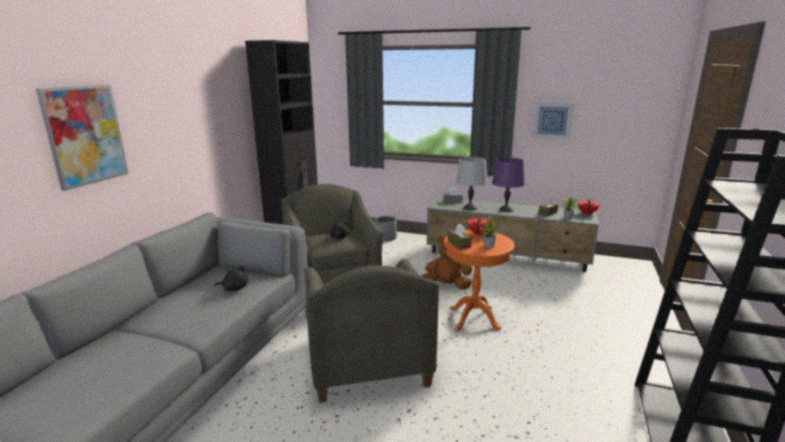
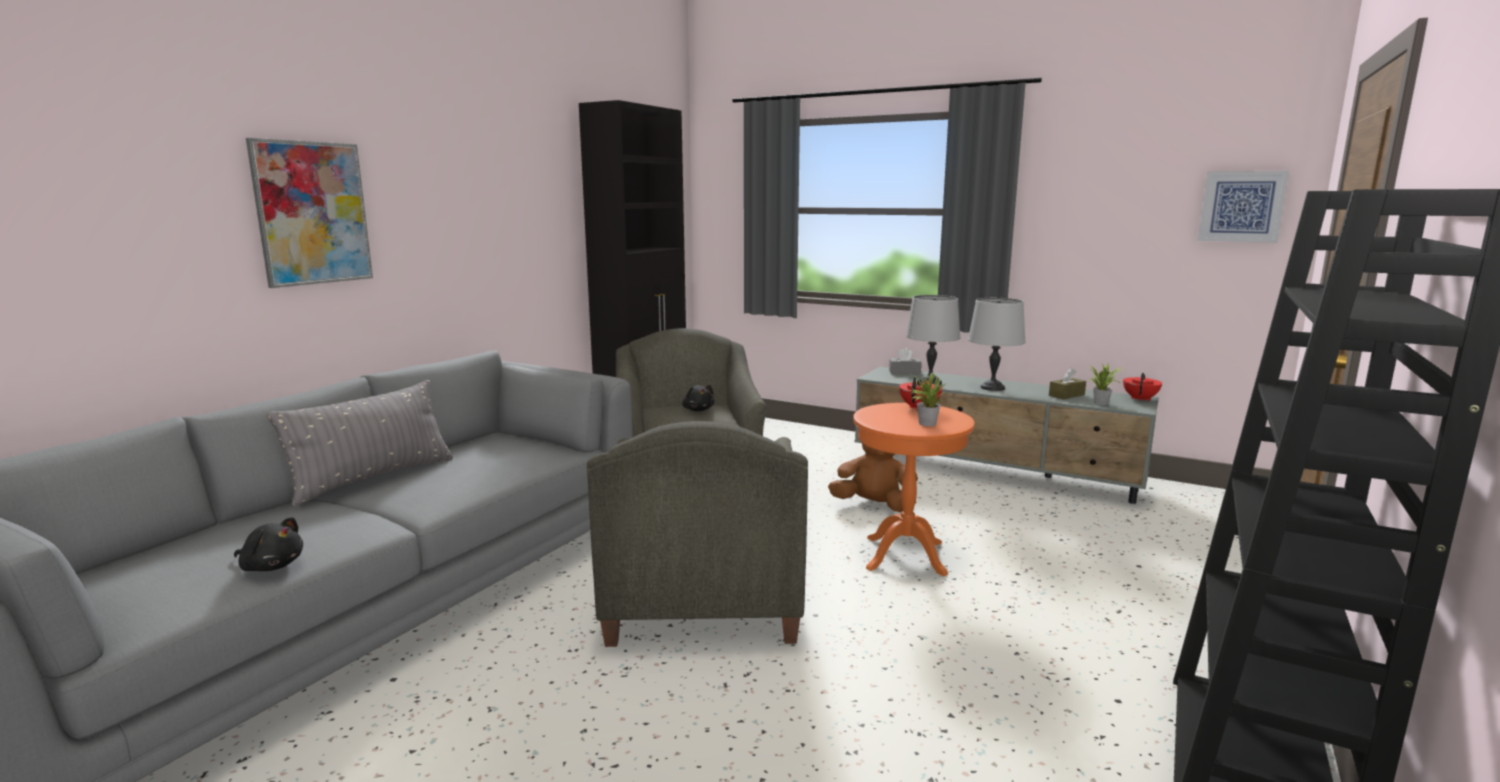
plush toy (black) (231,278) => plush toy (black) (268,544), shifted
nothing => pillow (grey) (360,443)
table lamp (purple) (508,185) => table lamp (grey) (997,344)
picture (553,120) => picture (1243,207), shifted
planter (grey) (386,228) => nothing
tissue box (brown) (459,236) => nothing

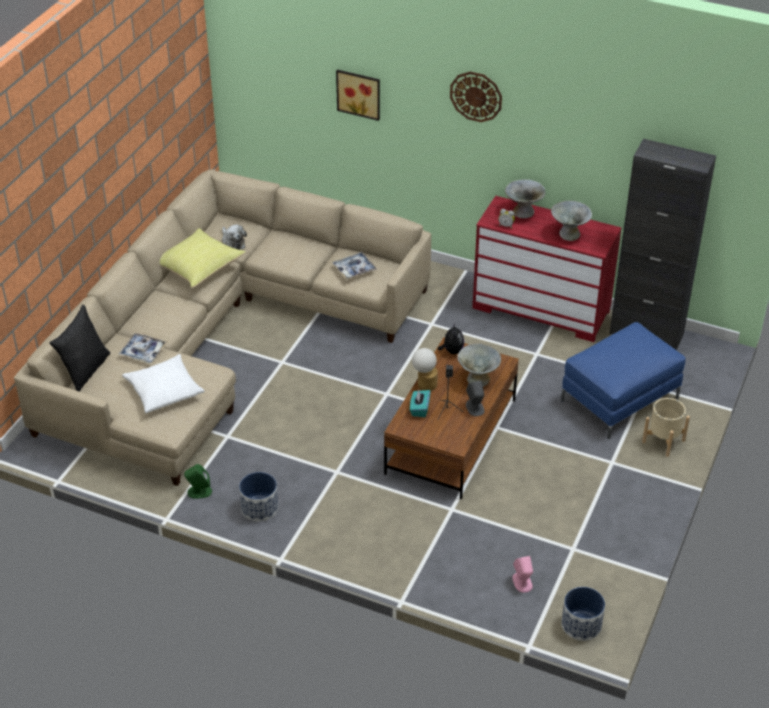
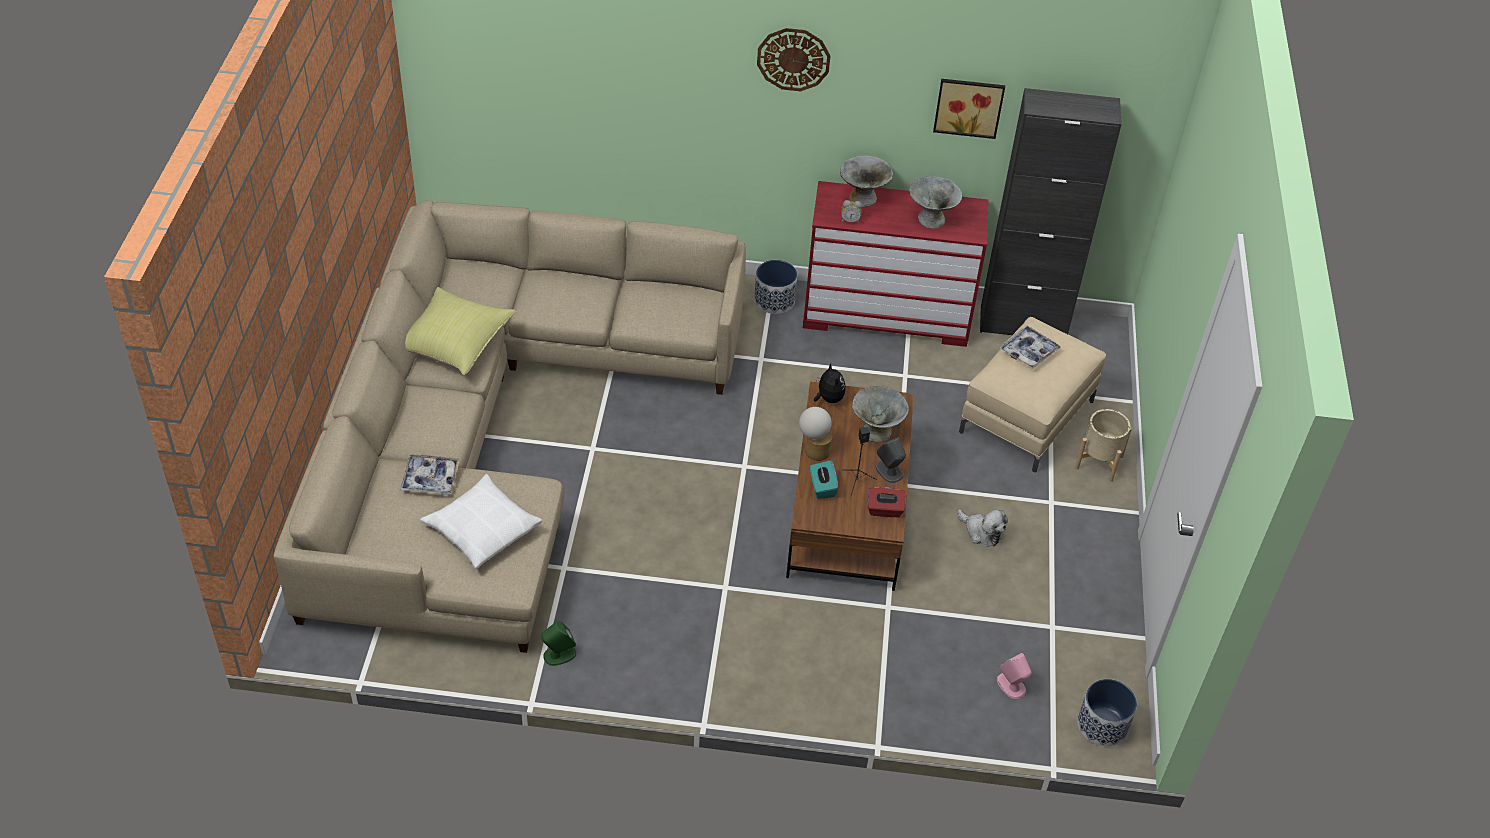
planter (258,497) => planter (775,287), shifted
nothing => tissue box (red) (887,502)
picture (358,95) => picture (969,109), shifted
plush toy (234,237) => plush toy (982,528), shifted
ottoman (blue) (623,380) => ottoman (beige) (1032,395)
tray (354,265) => tray (1030,347), shifted
pillow (black) (80,348) => nothing

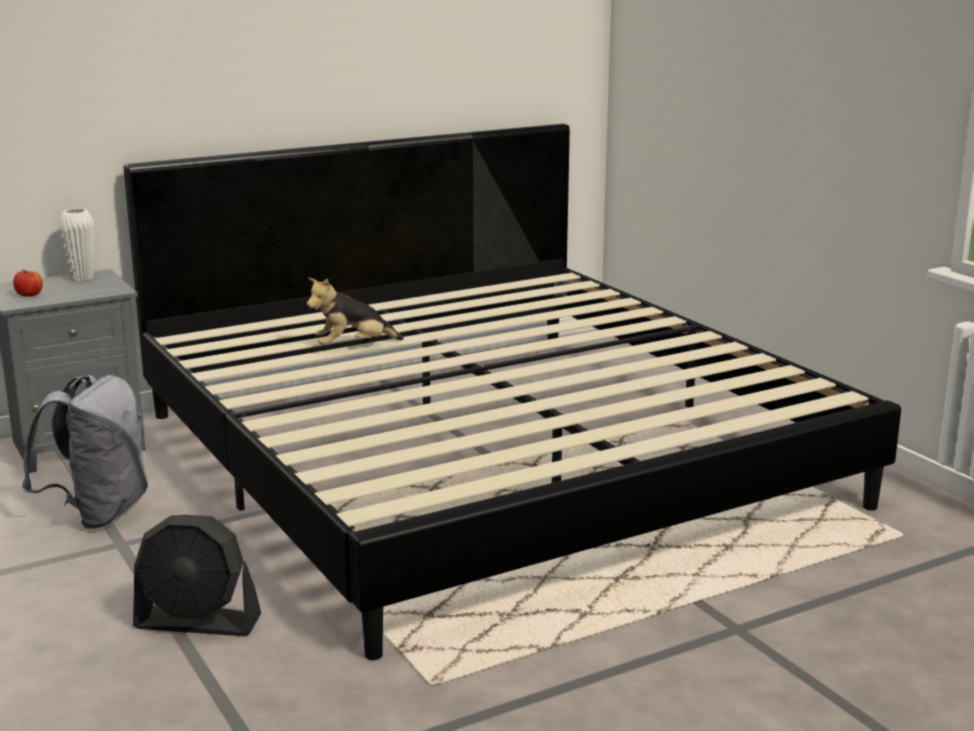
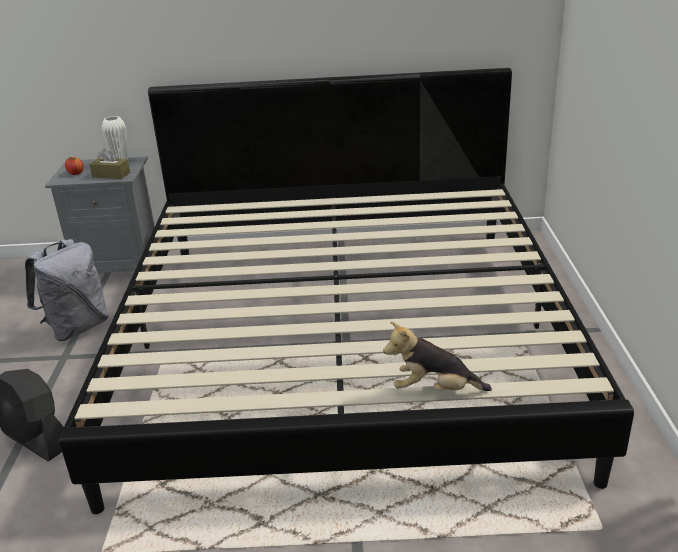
nothing => tissue box (brown) (109,163)
plush toy (355,311) => plush toy (437,356), shifted

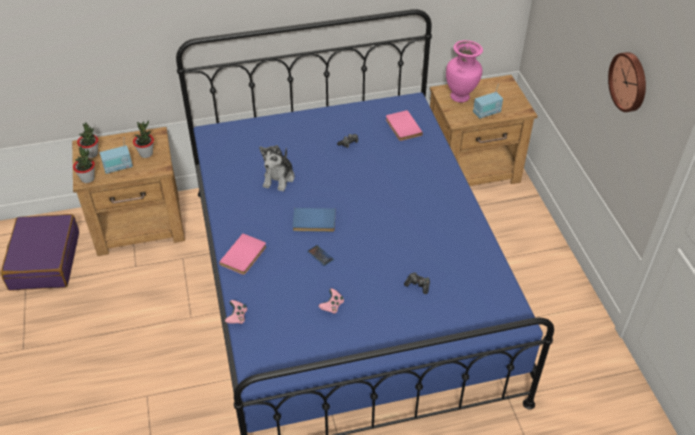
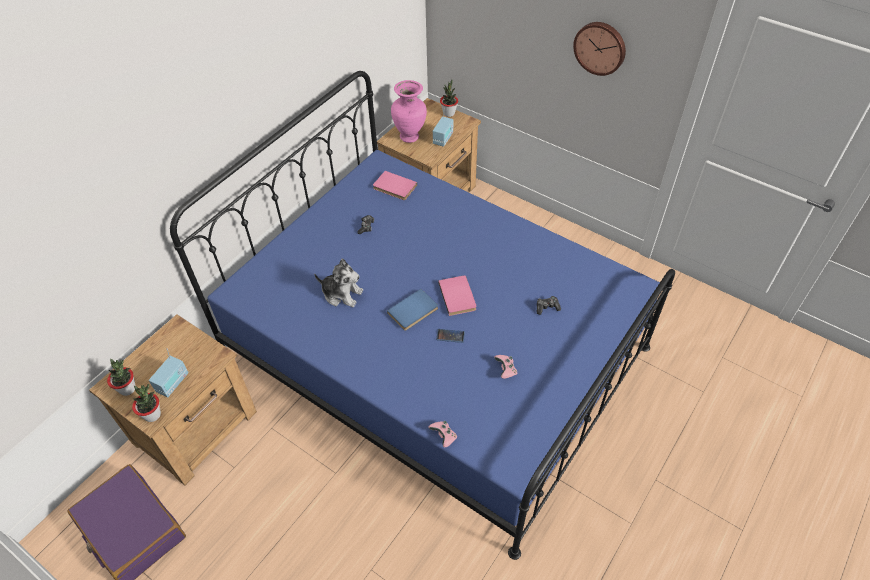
plush toy (277,168) => plush toy (338,282), 45 degrees counterclockwise
book (pink) (242,254) => book (pink) (457,295), shifted
potted plant (143,139) => potted plant (449,98), shifted

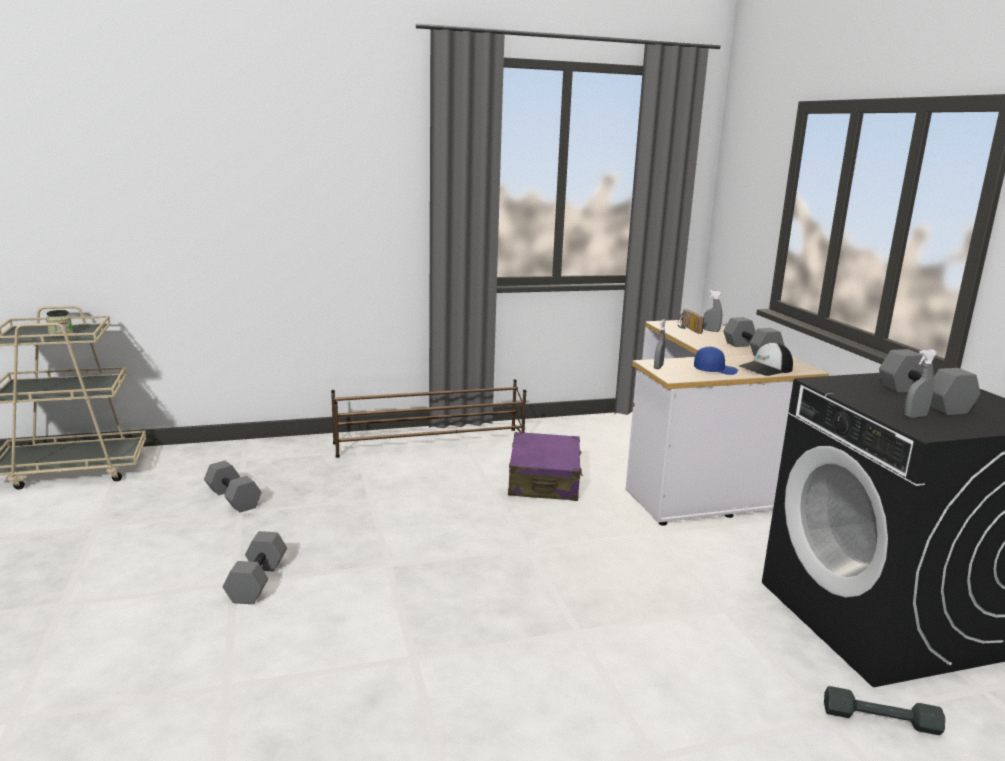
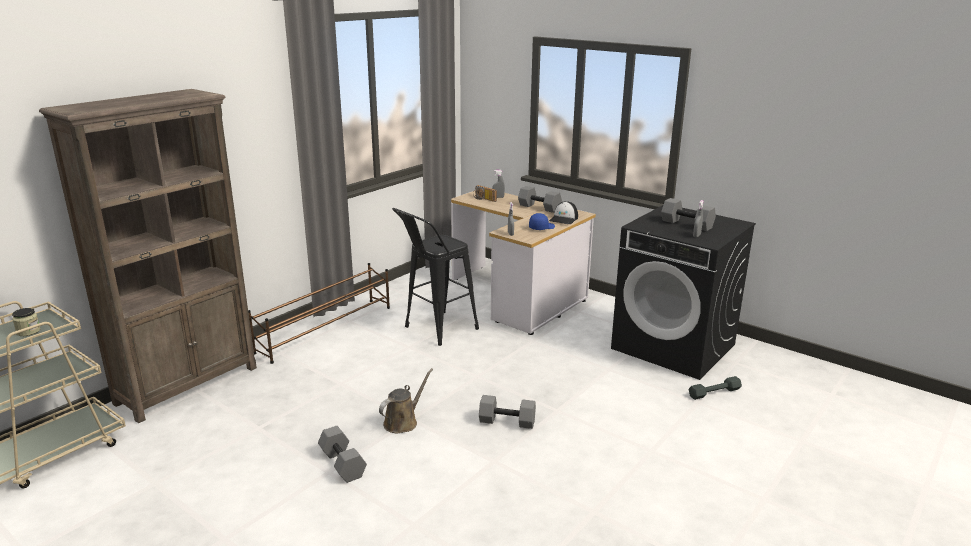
nothing => bookcase (brown) (148,256)
nothing => watering can (brown) (406,400)
suitcase (purple) (545,466) => stool (black) (435,277)
dumbbell (grey) (232,486) => dumbbell (grey) (507,412), shifted

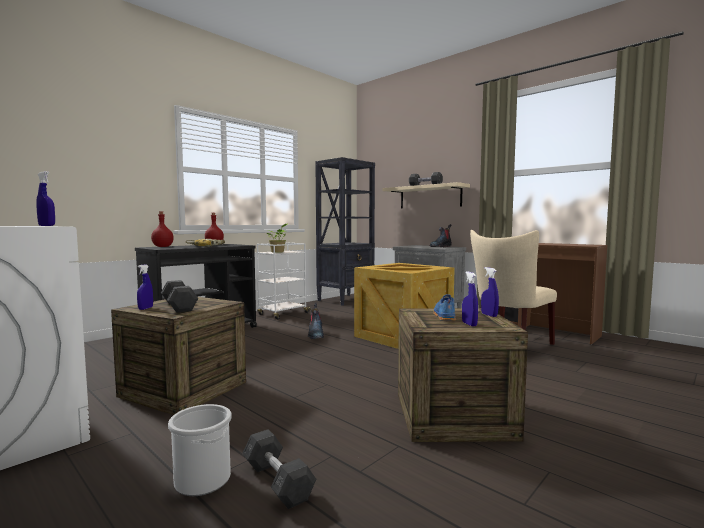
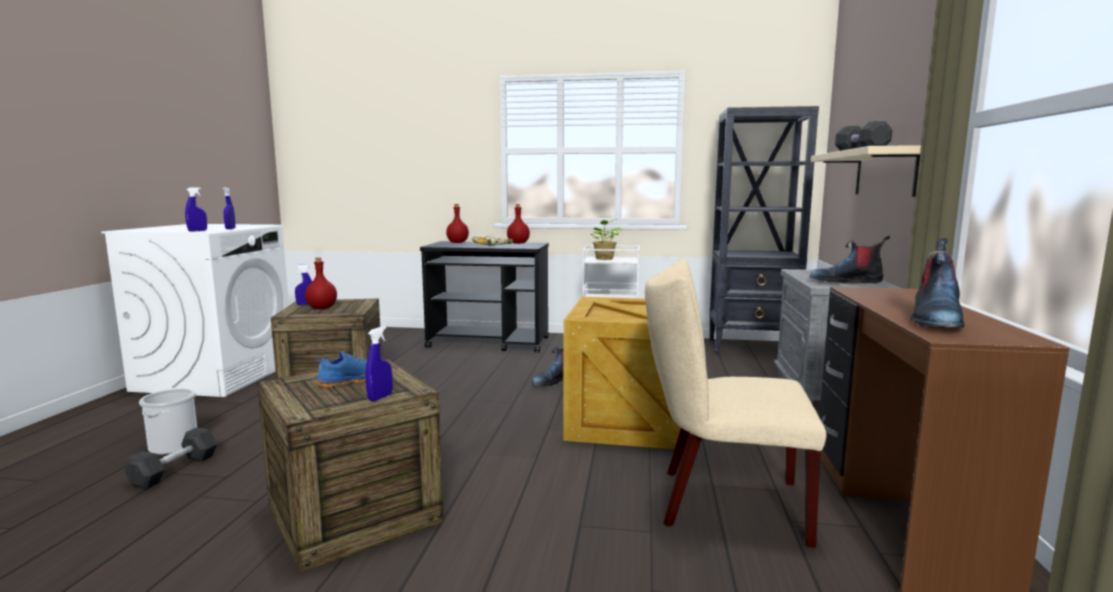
spray bottle (blue) (470,299) => spray bottle (blue) (196,209), shifted
dumbbell (grey) (179,296) => bottle (red) (321,283)
nothing => boot (937,283)

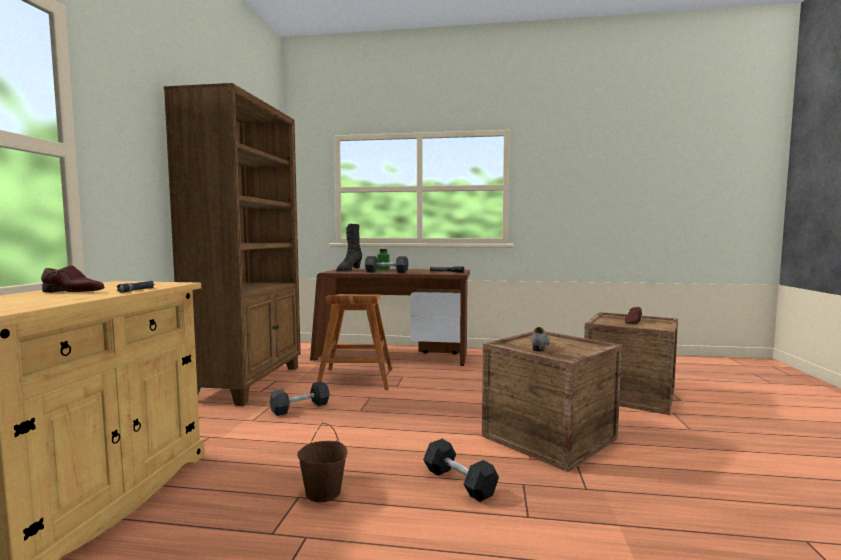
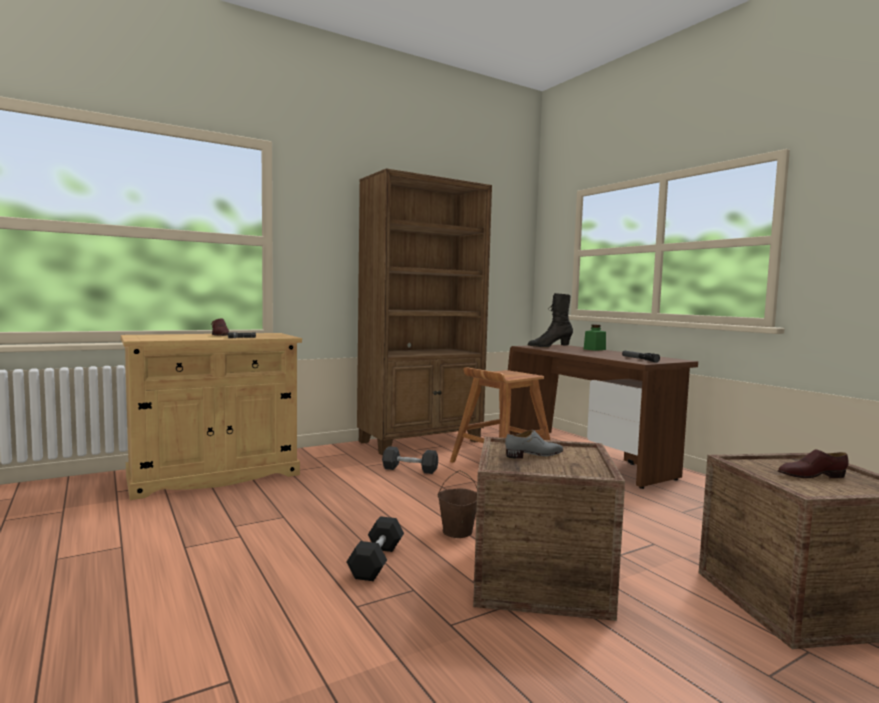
bucket (brown) (322,462) => bucket (brown) (457,504), shifted
dumbbell (grey) (386,264) => nothing

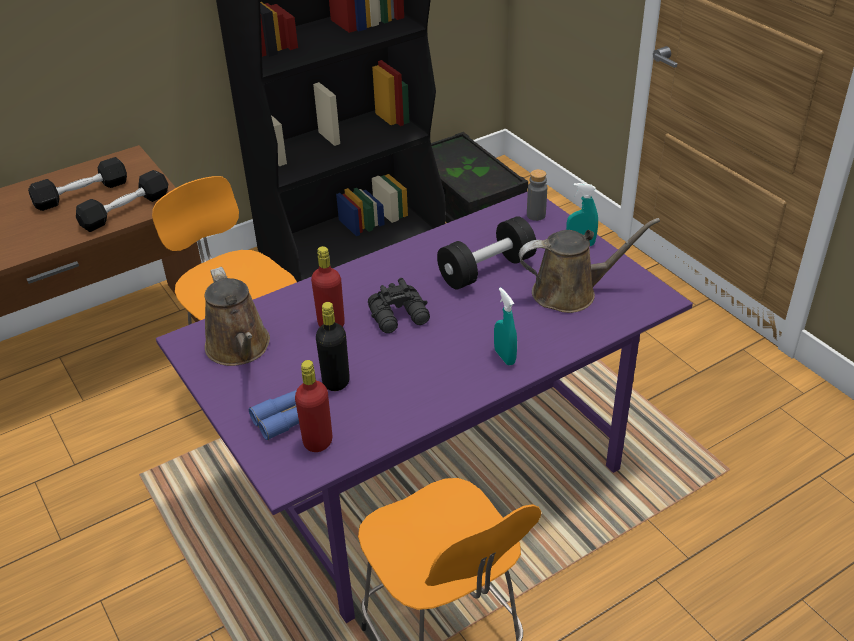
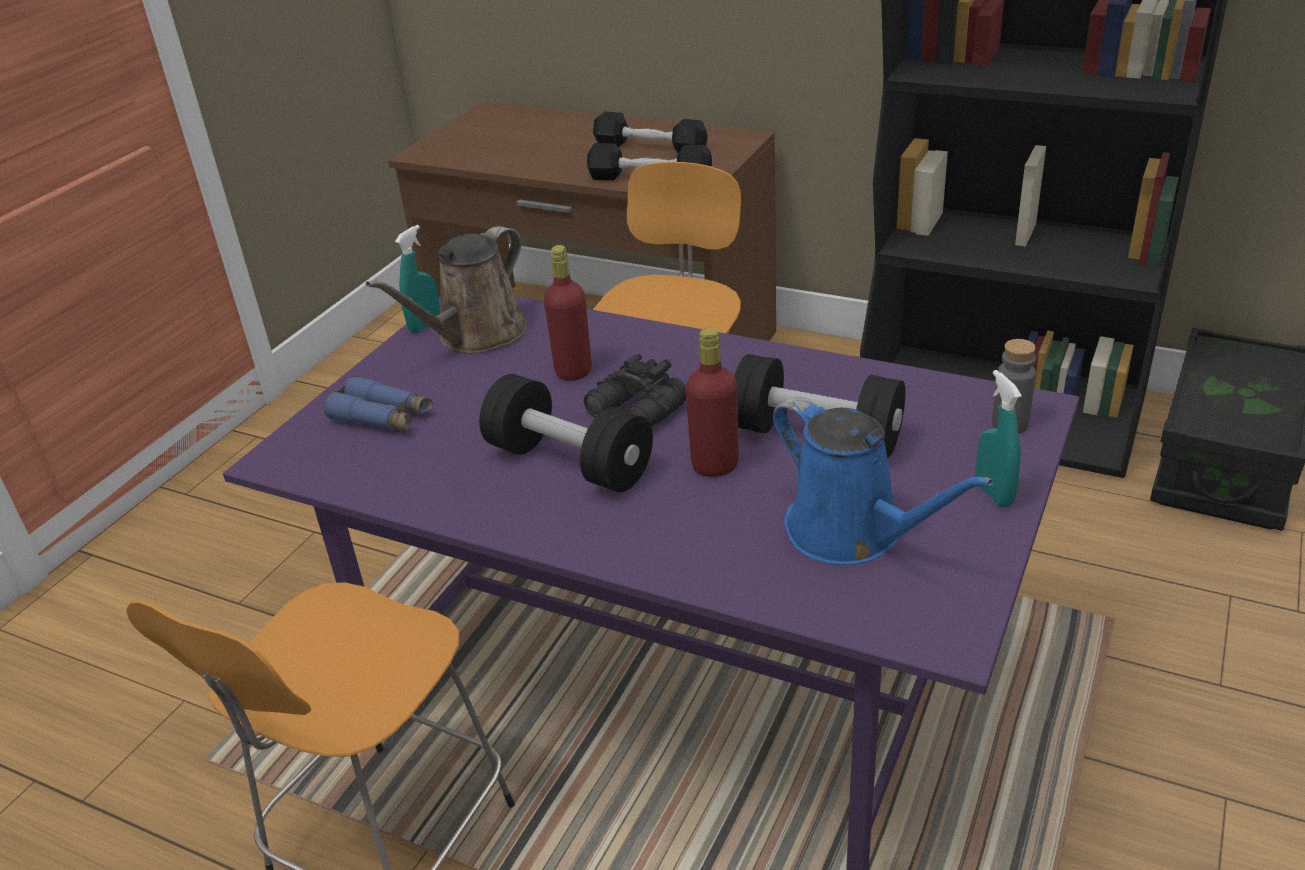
spray bottle (turquoise) (505,326) => spray bottle (turquoise) (417,279), shifted
nothing => dumbbell (black) (566,433)
bottle (red) (314,406) => bottle (red) (712,402), shifted
watering can (brown) (589,265) => watering can (blue) (883,480)
bottle (black) (333,346) => nothing

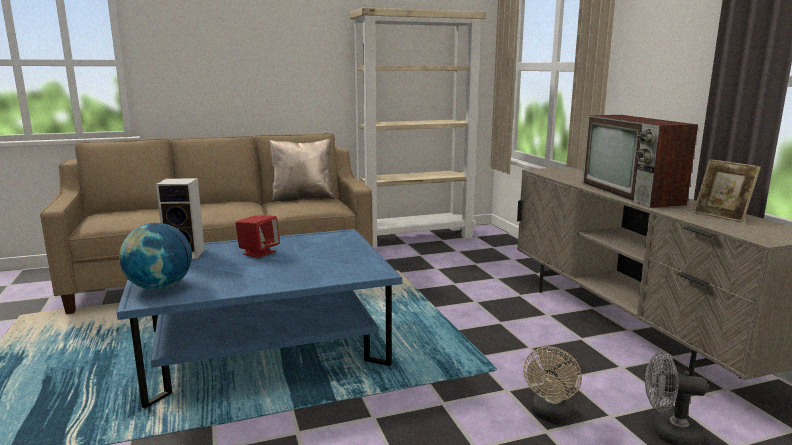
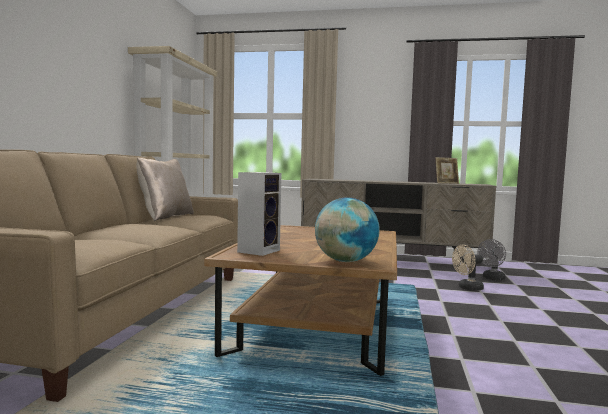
coffee table (blue) (259,319) => coffee table (brown) (300,300)
fan (beige) (552,384) => fan (beige) (468,267), 105 degrees clockwise
speaker (red) (257,236) => nothing
television (640,161) => nothing

